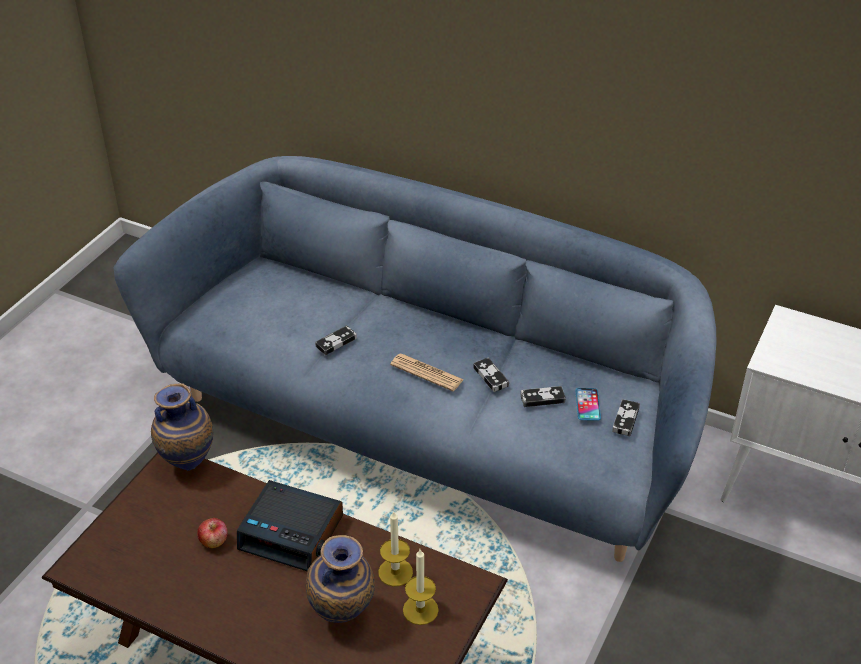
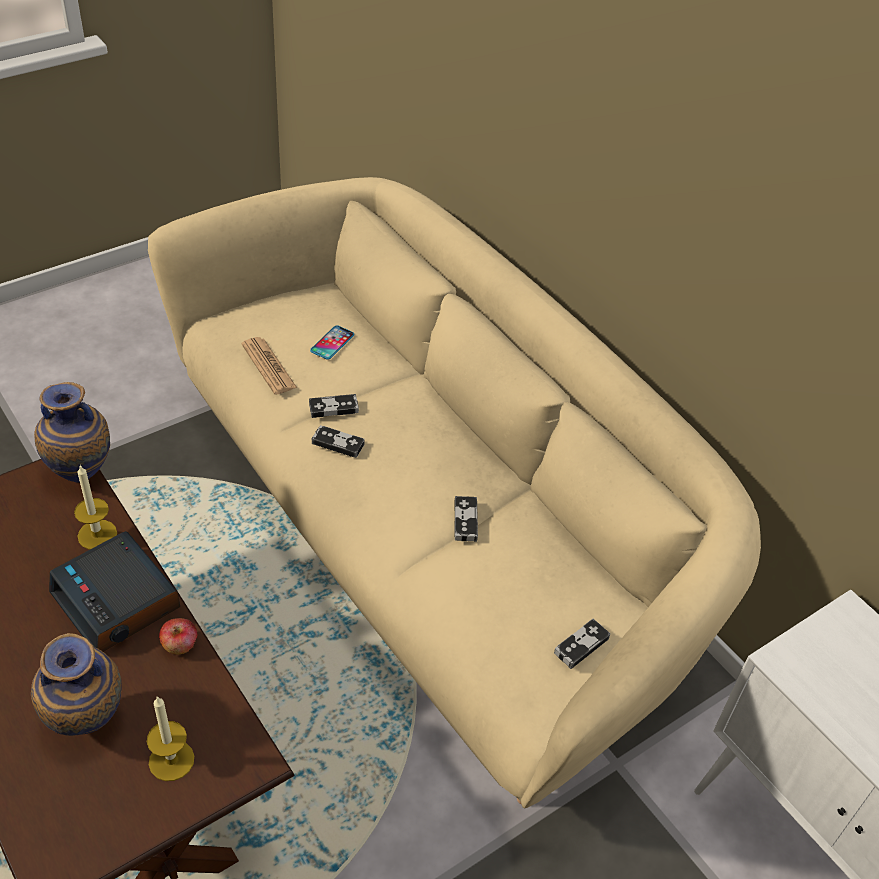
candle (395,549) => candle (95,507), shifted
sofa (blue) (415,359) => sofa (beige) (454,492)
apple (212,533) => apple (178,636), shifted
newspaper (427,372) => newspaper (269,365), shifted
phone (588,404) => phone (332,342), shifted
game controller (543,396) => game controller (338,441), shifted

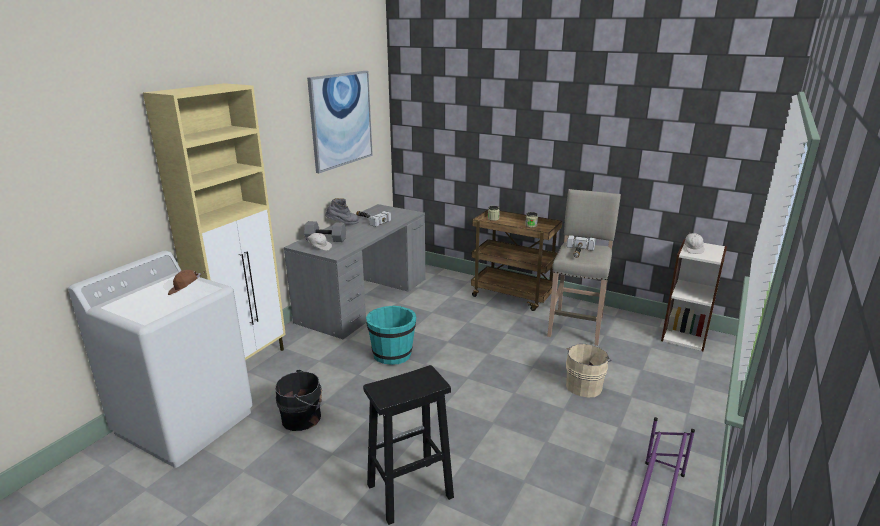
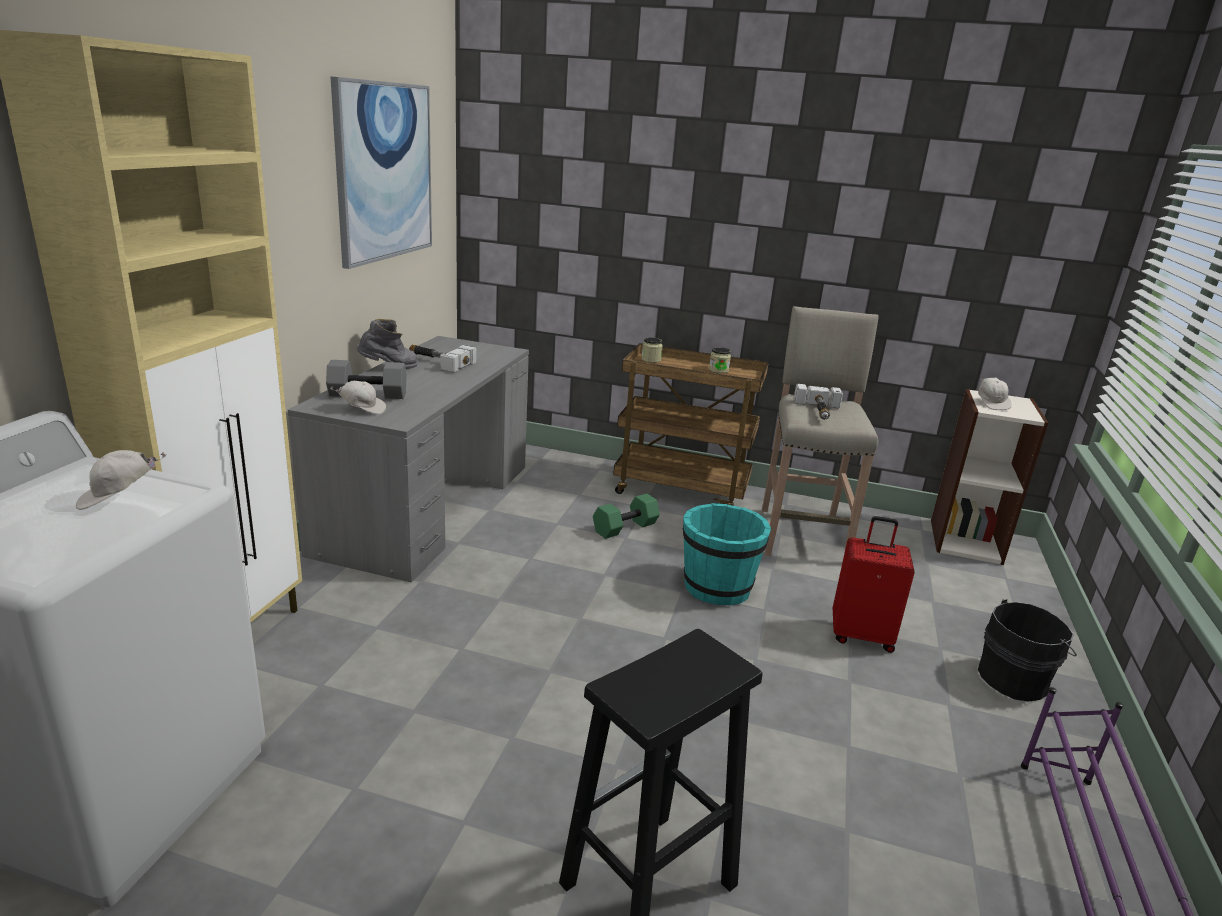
cap (brown) (186,282) => cap (white) (121,480)
nothing => dumbbell (green) (626,516)
bucket (turquoise) (391,335) => bucket (turquoise) (727,554), shifted
bucket (beige) (588,370) => suitcase (red) (874,584)
bucket (black) (298,400) => bucket (black) (1027,650), shifted

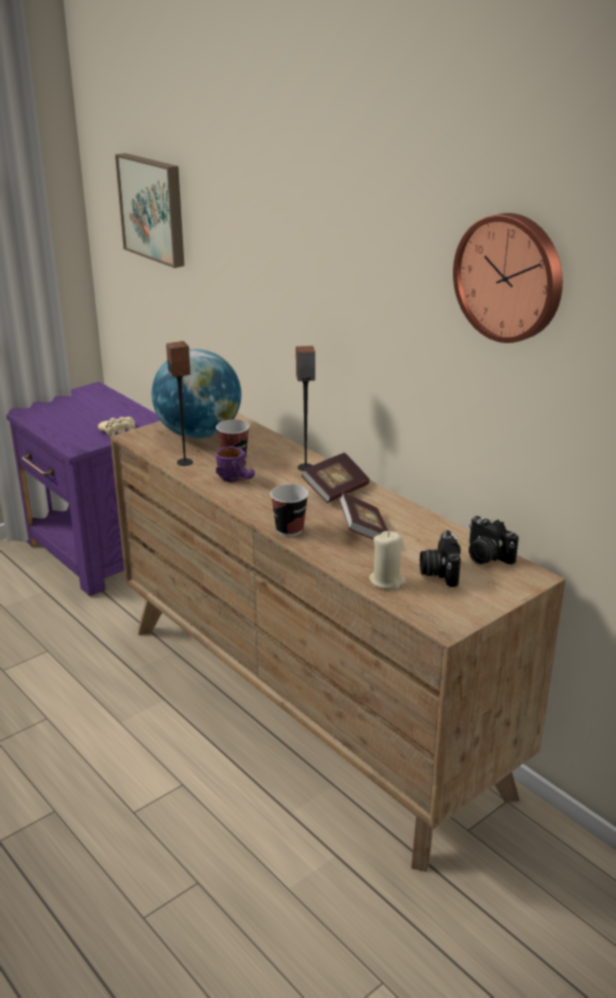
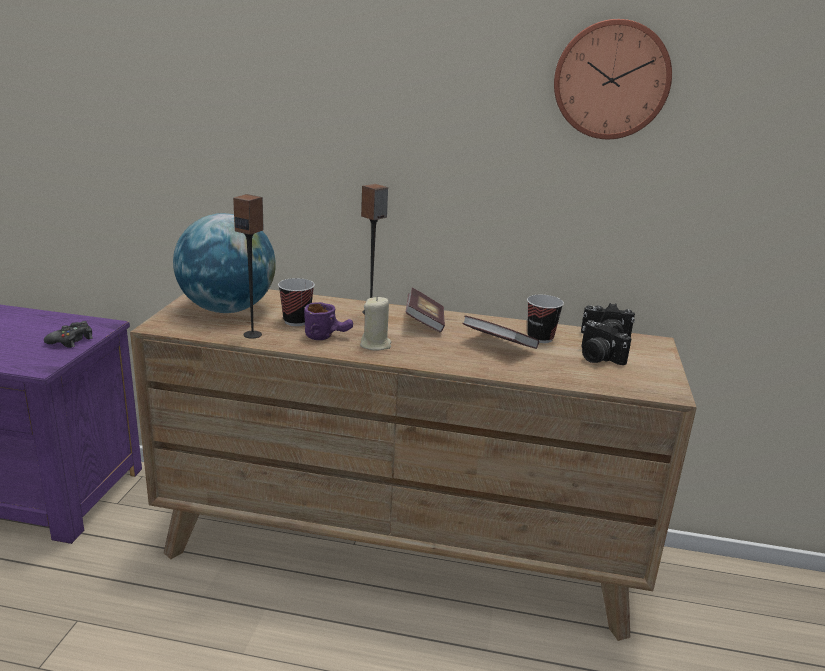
game controller (beige) (116,427) => game controller (black) (68,334)
candle (beige) (387,560) => candle (beige) (375,323), shifted
cup (289,510) => cup (545,319), shifted
picture (149,210) => nothing

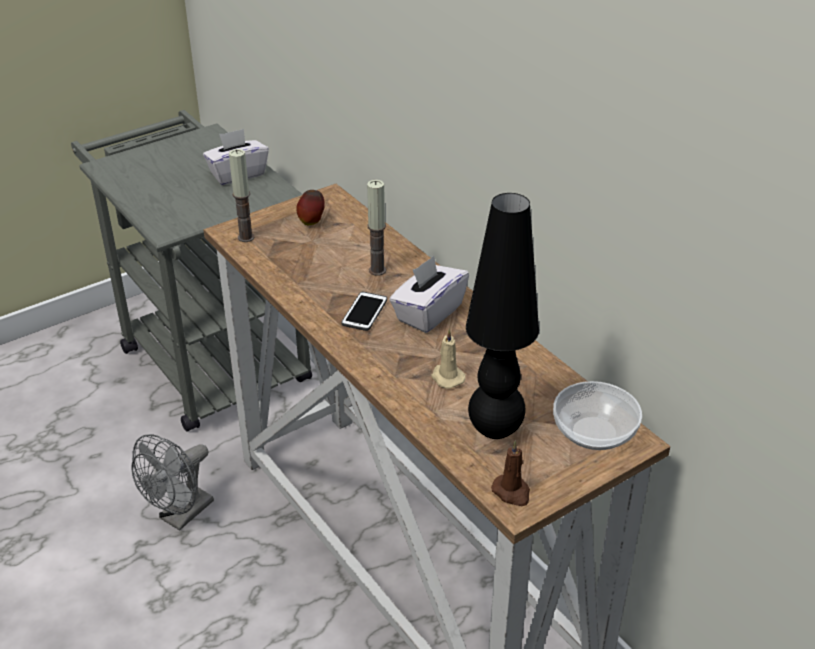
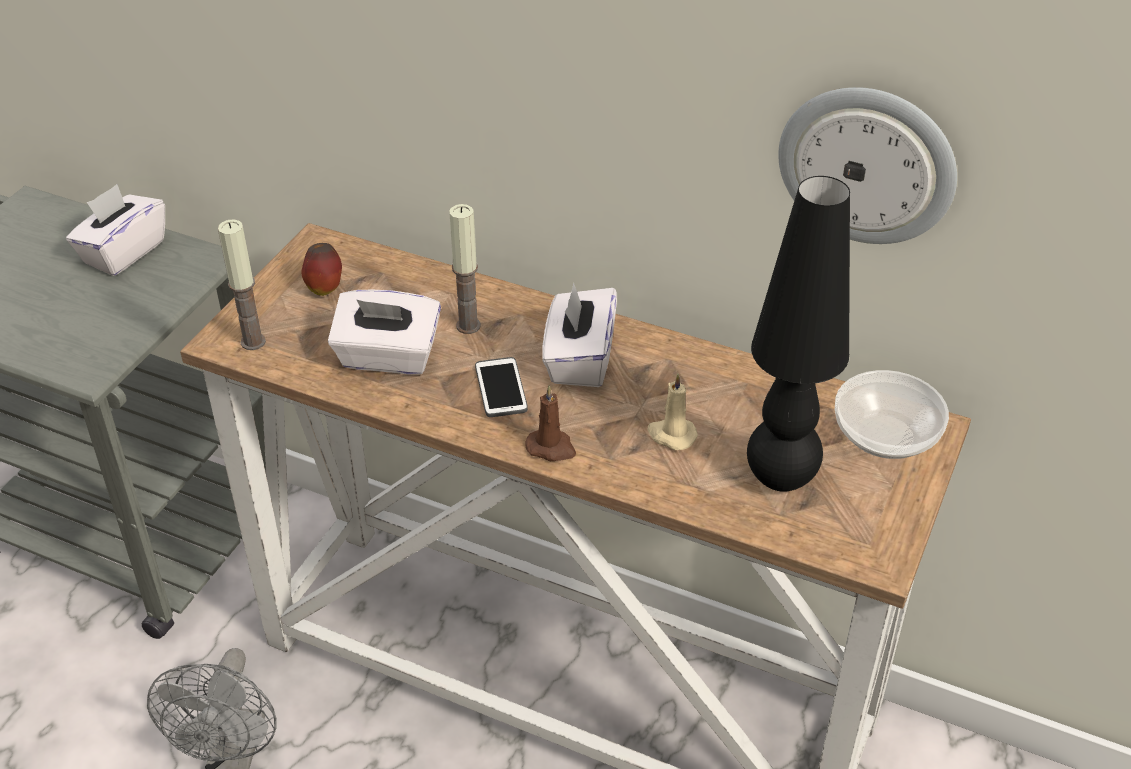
nothing => tissue box (white) (384,332)
candle (brown) (510,473) => candle (brown) (550,423), shifted
nothing => wall clock (867,165)

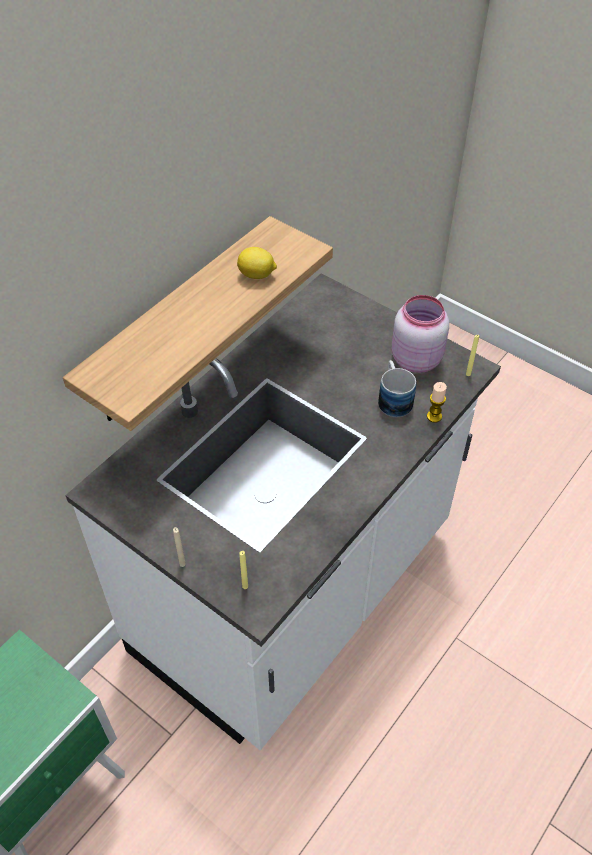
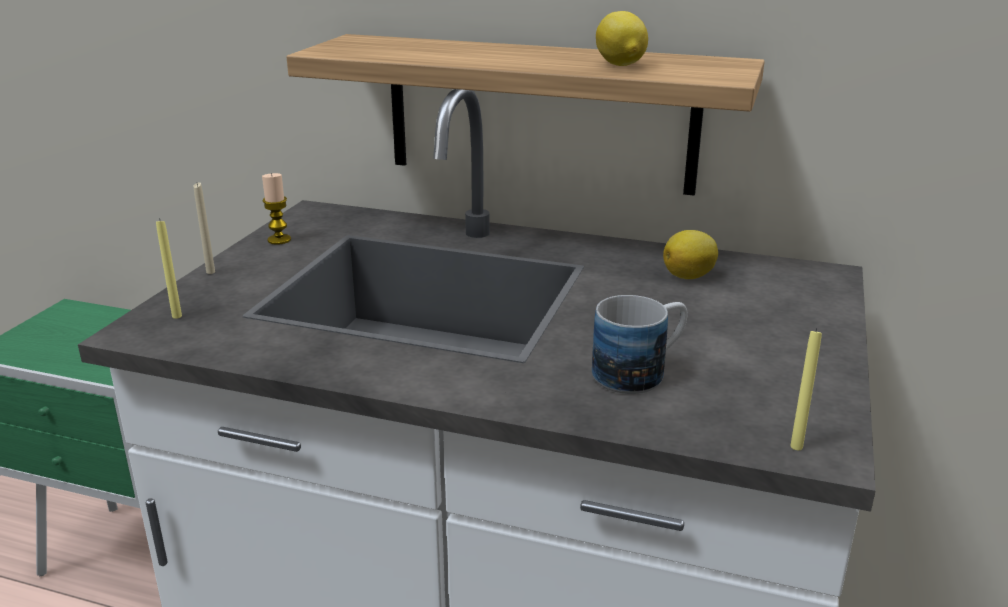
candle (437,402) => candle (276,209), shifted
nothing => lemon (690,254)
jar (pink) (420,334) => nothing

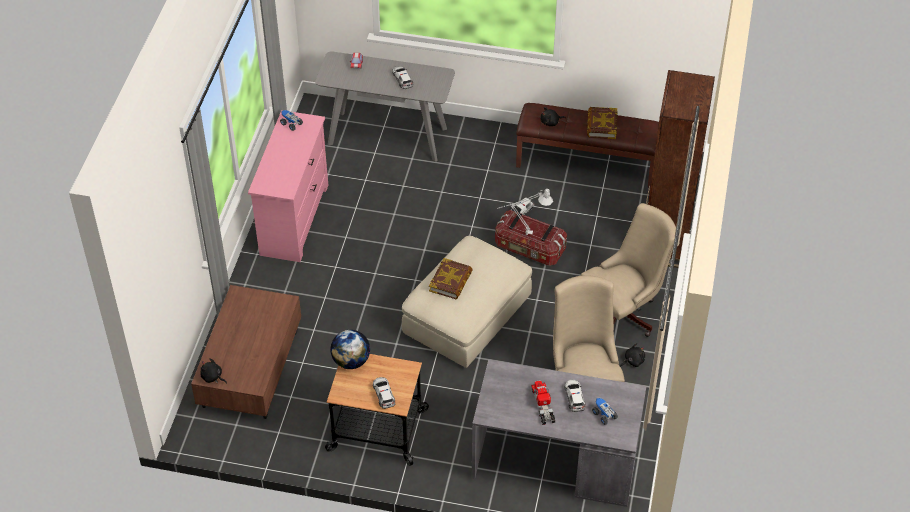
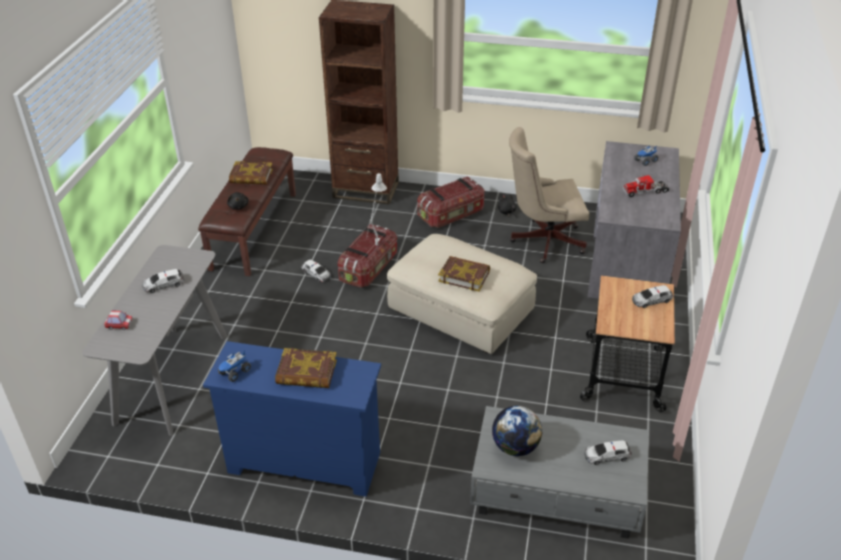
dresser (pink) (288,186) => dresser (blue) (292,419)
nothing => book (306,368)
office chair (beige) (628,270) => storage box (451,202)
coffee table (brown) (246,352) => coffee table (grey) (559,472)
globe (350,349) => globe (517,431), shifted
toy car (574,396) => toy car (608,452), shifted
plush toy (black) (213,371) => nothing

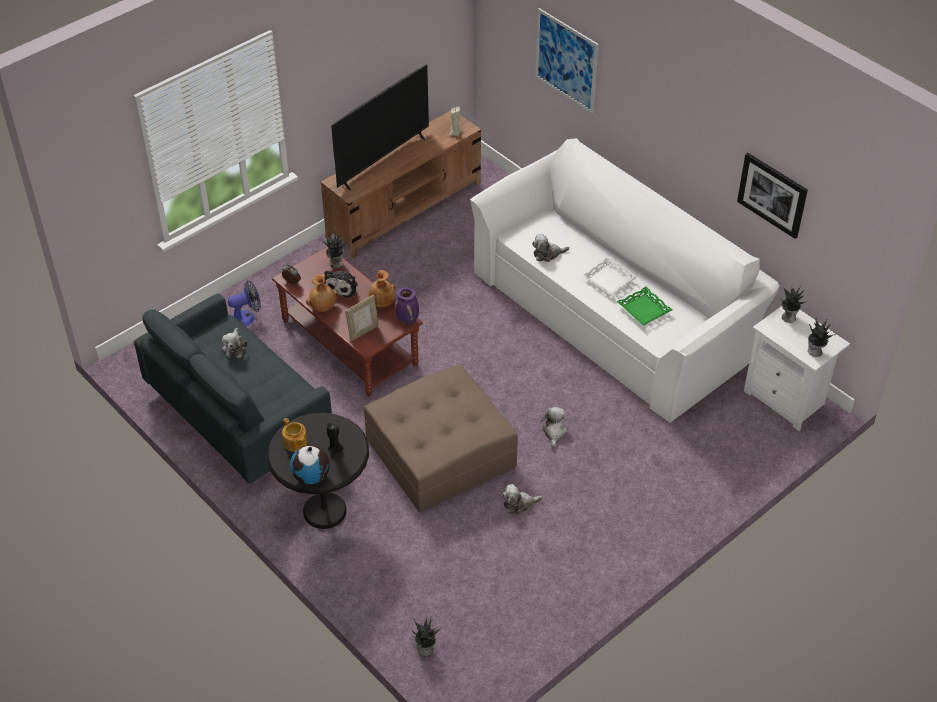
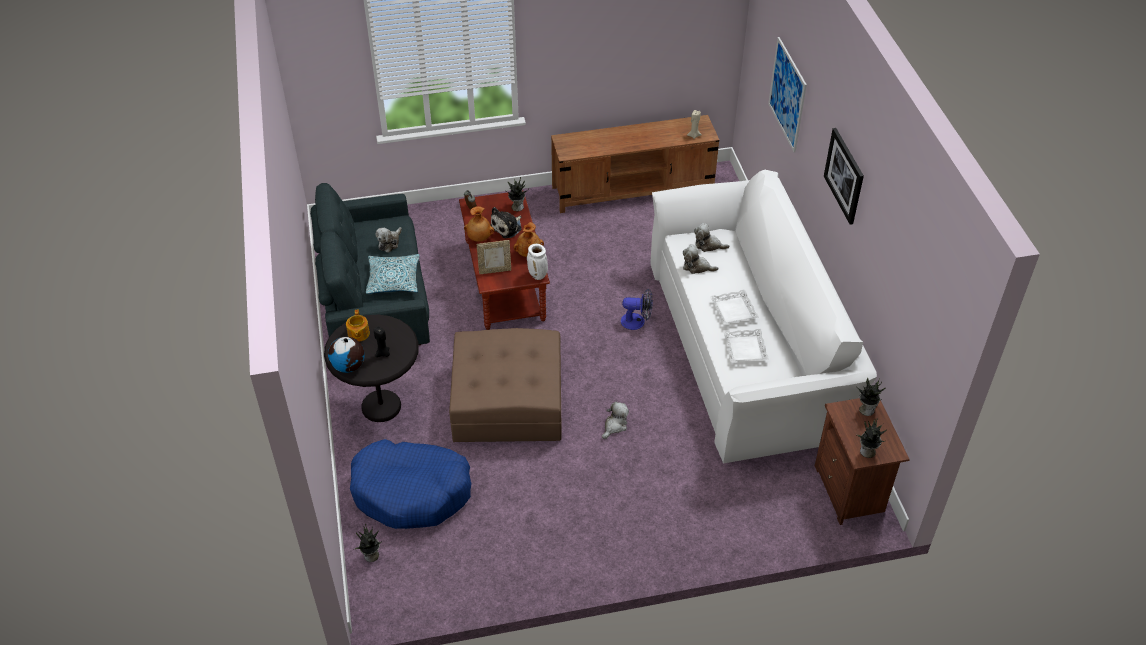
nothing => dog bed (blue) (411,484)
nothing => pillow (393,274)
vase (purple) (407,306) => vase (white) (537,262)
fan (244,303) => fan (637,309), shifted
plush toy (522,499) => plush toy (711,237), shifted
tray (green) (644,306) => tray (white) (746,345)
nightstand (white) (797,368) => nightstand (brown) (862,461)
picture (772,196) => picture (844,176), shifted
television (380,127) => nothing

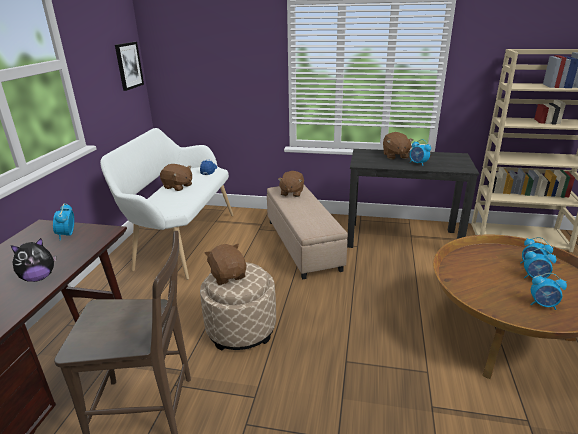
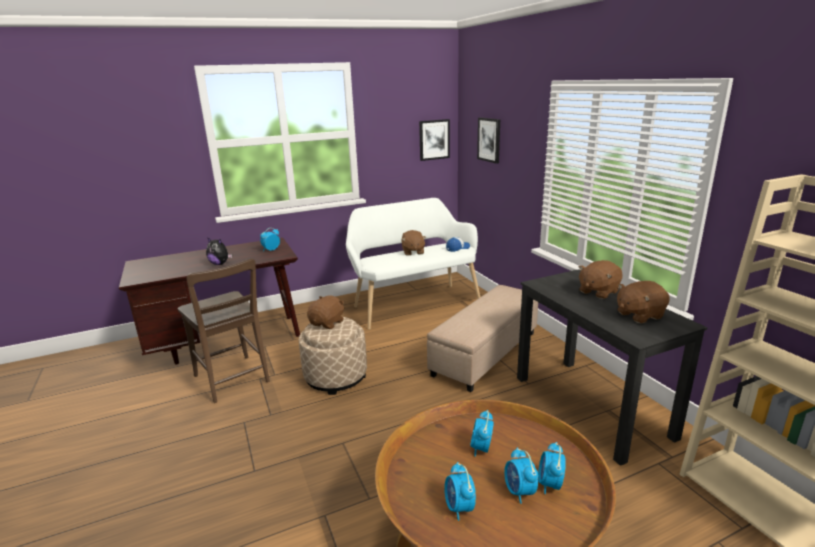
alarm clock (420,152) => alarm clock (482,433), shifted
nothing => picture (488,140)
plush toy (brown) (291,184) => plush toy (brown) (643,302), shifted

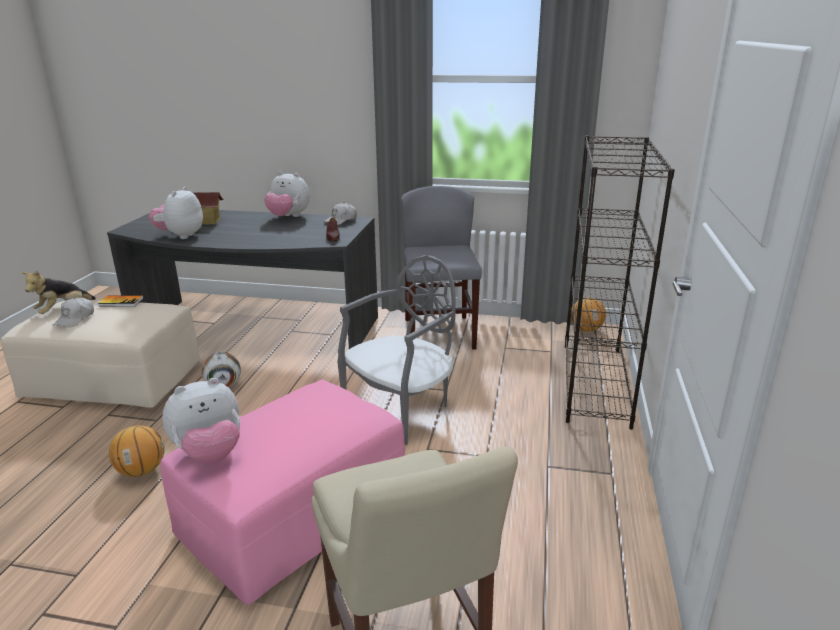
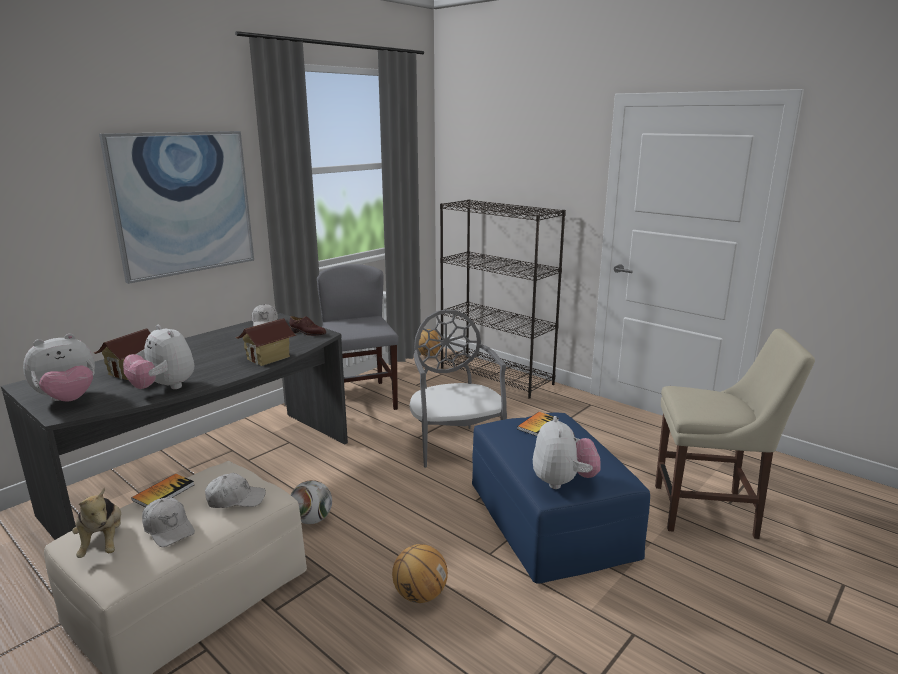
plush toy (287,194) => plush toy (59,367), shifted
nothing => picture (176,207)
nothing => cap (white) (235,490)
nothing => toy house (266,342)
chair (grey) (441,268) => chair (grey) (357,337), 45 degrees clockwise
ottoman (pink) (282,492) => ottoman (blue) (561,498)
nothing => book (538,424)

